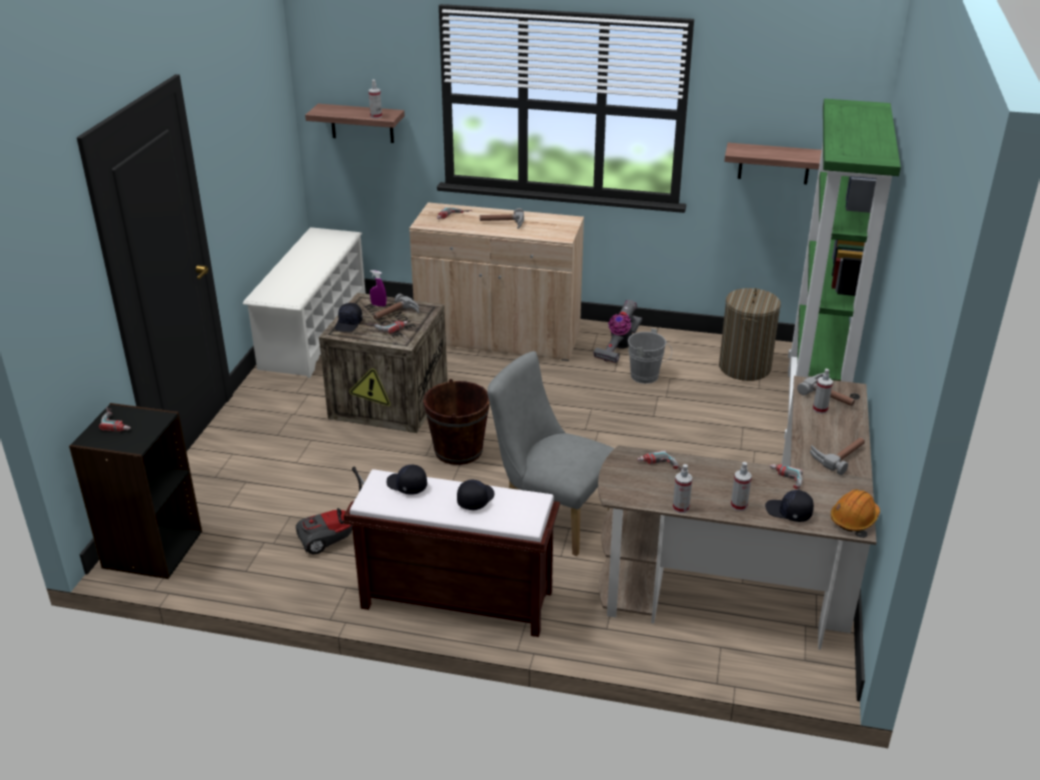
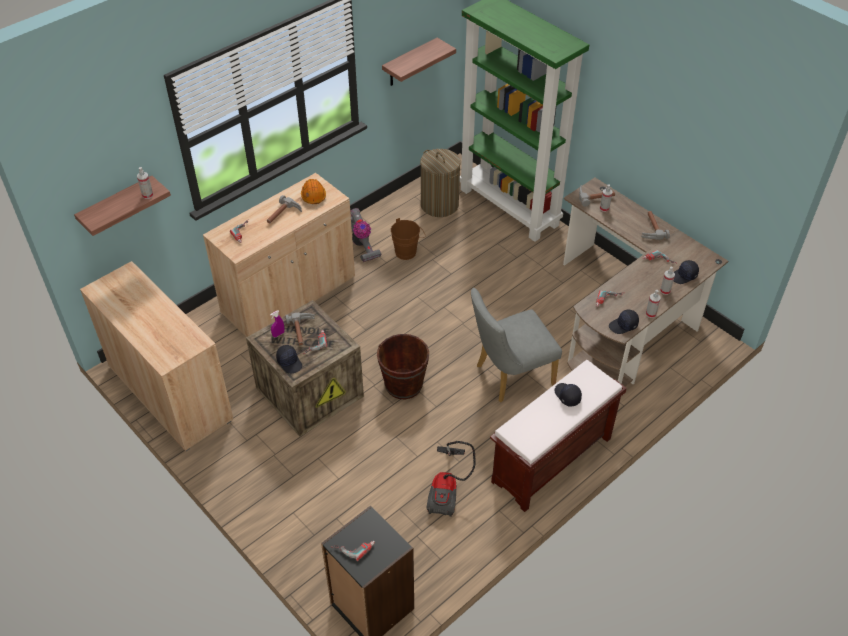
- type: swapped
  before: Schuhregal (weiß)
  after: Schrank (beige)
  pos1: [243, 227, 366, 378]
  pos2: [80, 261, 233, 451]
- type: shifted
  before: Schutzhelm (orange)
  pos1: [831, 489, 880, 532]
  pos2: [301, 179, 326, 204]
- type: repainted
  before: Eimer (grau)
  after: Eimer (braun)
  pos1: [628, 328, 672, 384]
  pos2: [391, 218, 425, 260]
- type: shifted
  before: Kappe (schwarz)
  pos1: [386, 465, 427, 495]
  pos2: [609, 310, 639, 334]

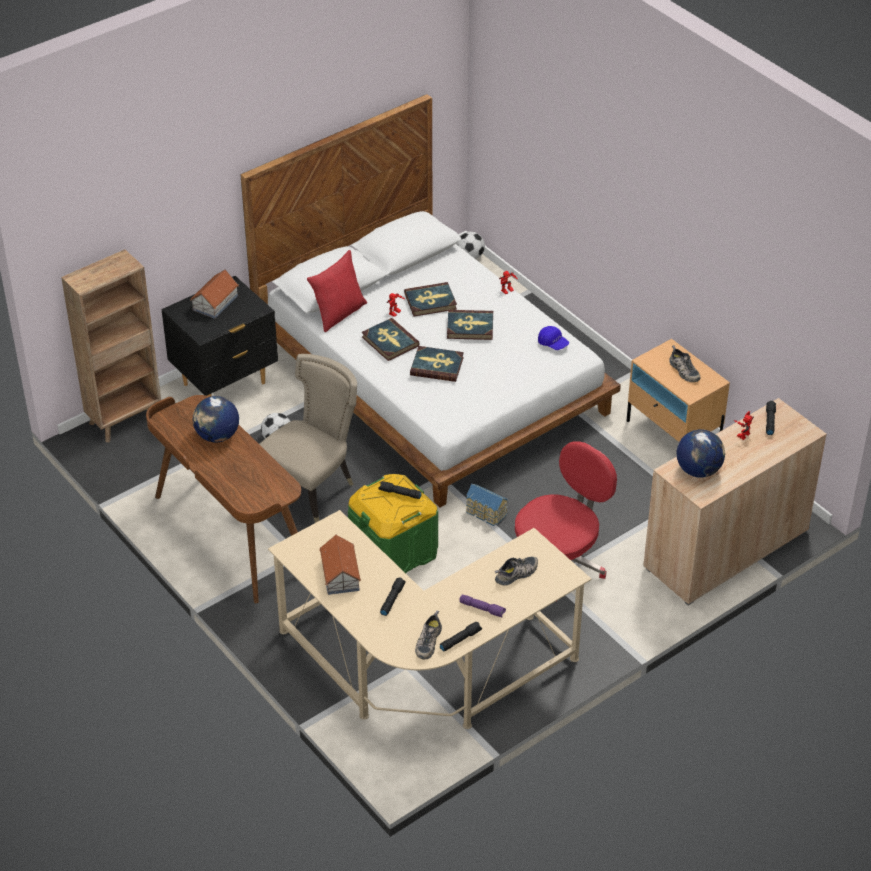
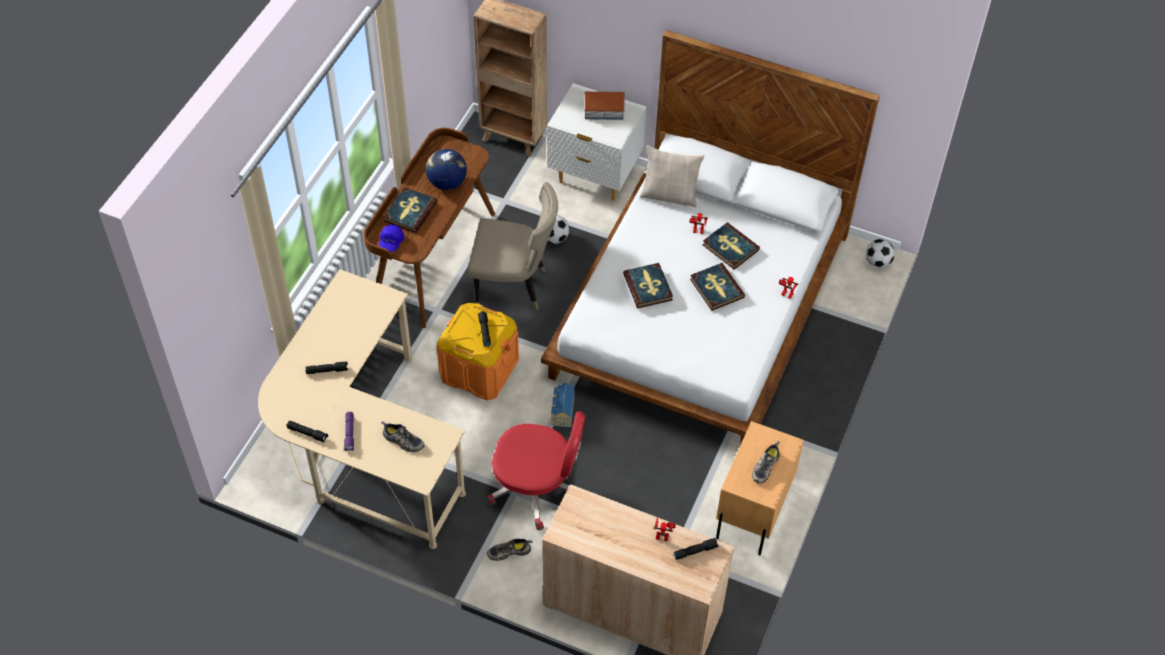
- type: shifted
  before: Kappe (blau)
  pos1: [538, 326, 569, 350]
  pos2: [378, 225, 404, 252]
- type: shifted
  before: Buch
  pos1: [362, 318, 420, 361]
  pos2: [384, 187, 437, 233]
- type: repainted
  before: Aufbewahrungsbox (grün)
  after: Aufbewahrungsbox (orange)
  pos1: [348, 474, 438, 573]
  pos2: [436, 303, 519, 401]
- type: shifted
  before: Schuh
  pos1: [415, 610, 442, 660]
  pos2: [487, 539, 532, 561]
- type: repainted
  before: Nachttisch (schwarz)
  after: Nachttisch (weiß)
  pos1: [161, 276, 278, 397]
  pos2: [547, 83, 646, 201]
- type: repainted
  before: Kissen (rot)
  after: Kissen (beige)
  pos1: [307, 250, 367, 332]
  pos2: [640, 145, 704, 207]
- type: gone
  before: Spielzeughaus
  pos1: [319, 535, 361, 595]
- type: gone
  before: Globus
  pos1: [677, 429, 725, 478]

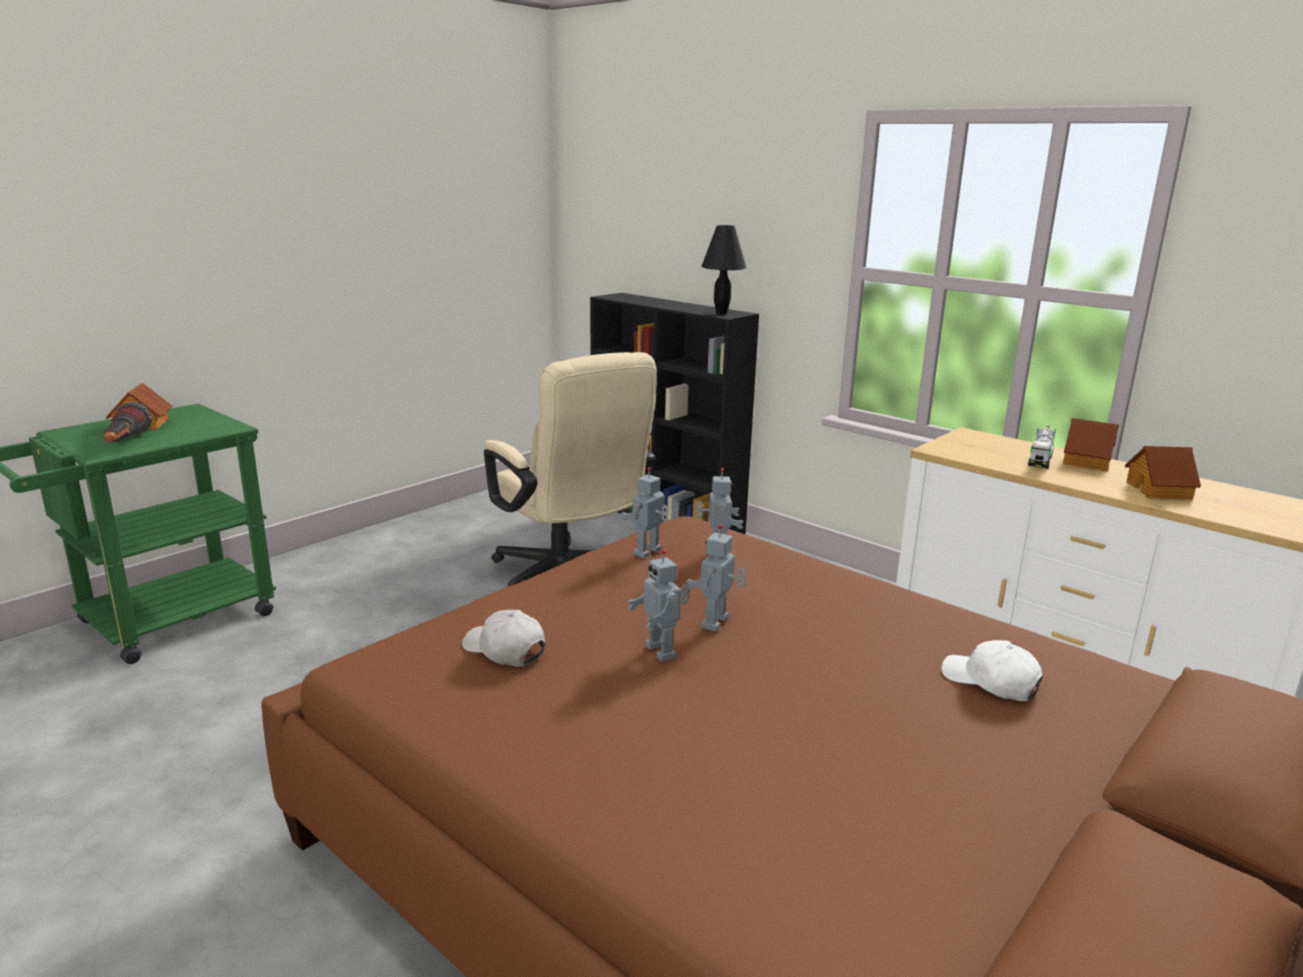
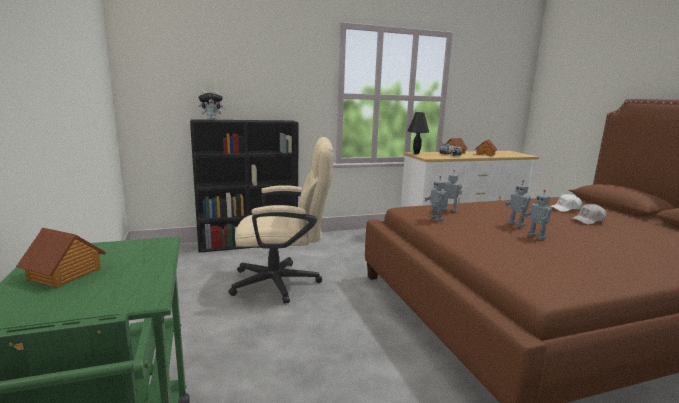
- type: new
  after: Plüschtier
  pos2: [198, 90, 226, 120]
- type: shifted
  before: Tischlampe (schwarz)
  pos1: [701, 225, 746, 315]
  pos2: [408, 112, 429, 154]
- type: rotated
  before: Spielzeugroboter
  pos1: [628, 549, 689, 661]
  pos2: [524, 190, 553, 240]
  turn: 60
- type: shifted
  before: Kappe (weiß)
  pos1: [462, 610, 545, 666]
  pos2: [571, 204, 607, 225]
- type: gone
  before: Taschenlampe
  pos1: [104, 402, 152, 442]

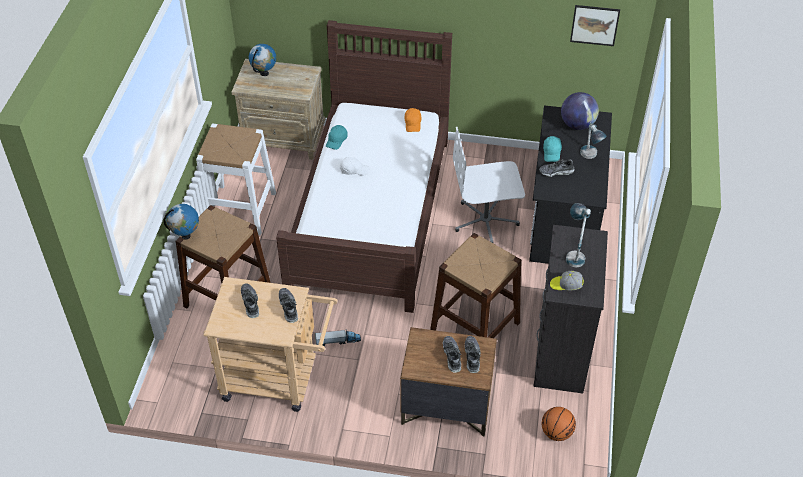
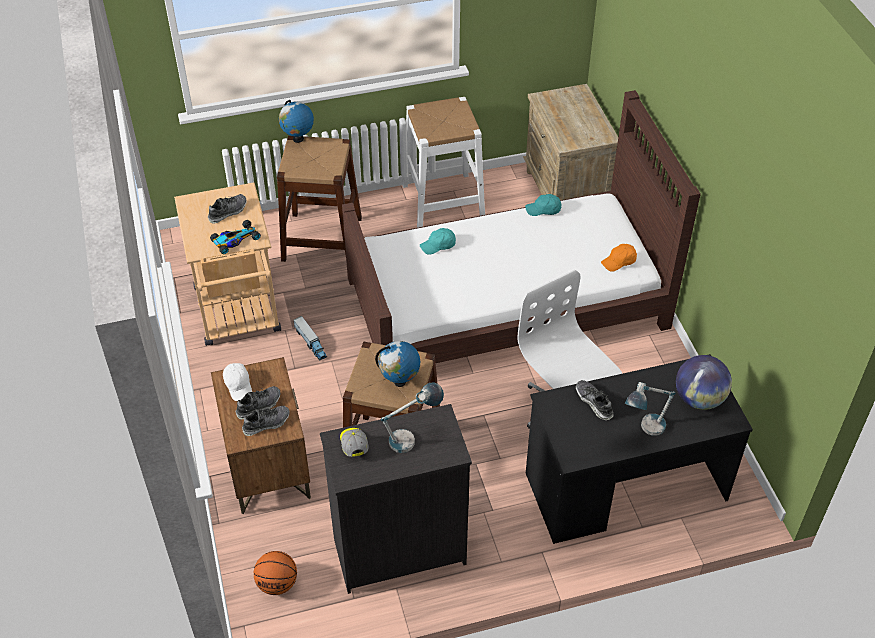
- type: swapped
  before: Schuh
  after: Spielzeugauto
  pos1: [279, 288, 298, 323]
  pos2: [210, 220, 261, 254]
- type: shifted
  before: Kappe (weiß)
  pos1: [340, 157, 369, 176]
  pos2: [223, 363, 252, 401]
- type: shifted
  before: Globus
  pos1: [249, 44, 276, 76]
  pos2: [375, 341, 420, 387]
- type: shifted
  before: Kappe (türkis)
  pos1: [543, 136, 562, 162]
  pos2: [419, 228, 456, 255]
- type: gone
  before: Bild
  pos1: [570, 5, 620, 46]

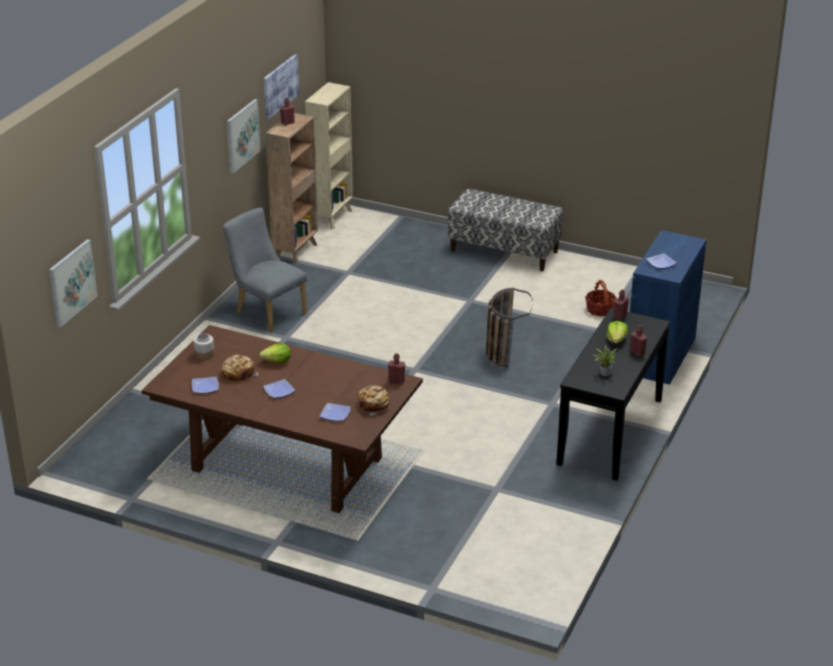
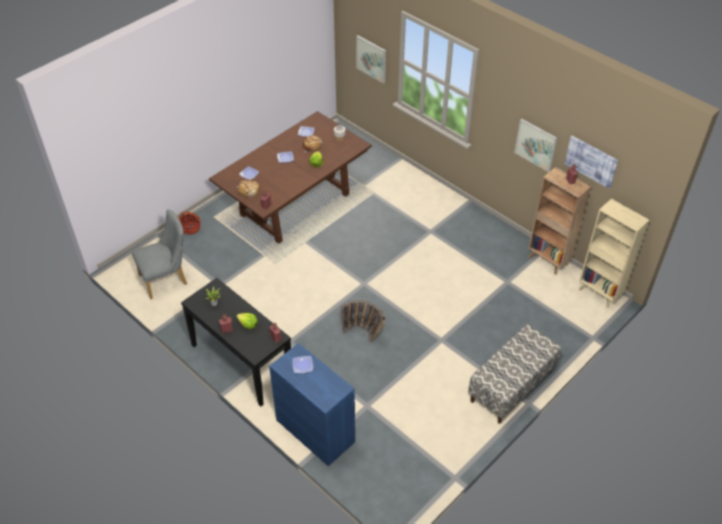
- type: shifted
  before: Stuhl (grau)
  pos1: [223, 208, 307, 333]
  pos2: [132, 209, 187, 299]
- type: shifted
  before: Korb
  pos1: [585, 280, 617, 317]
  pos2: [179, 211, 201, 235]

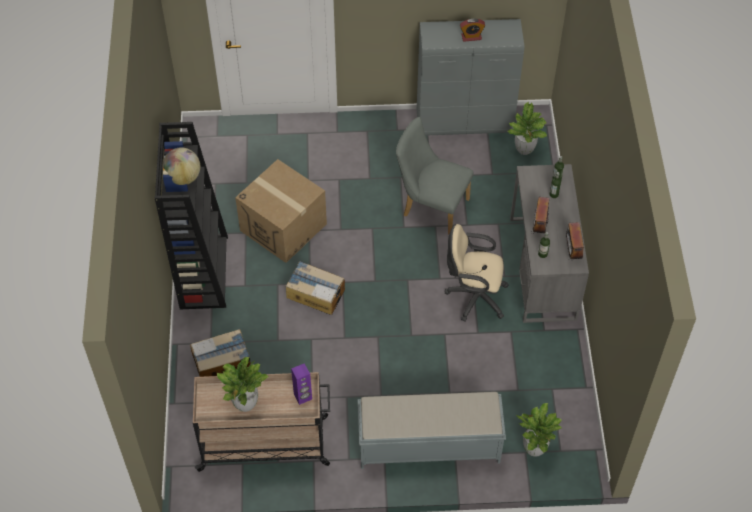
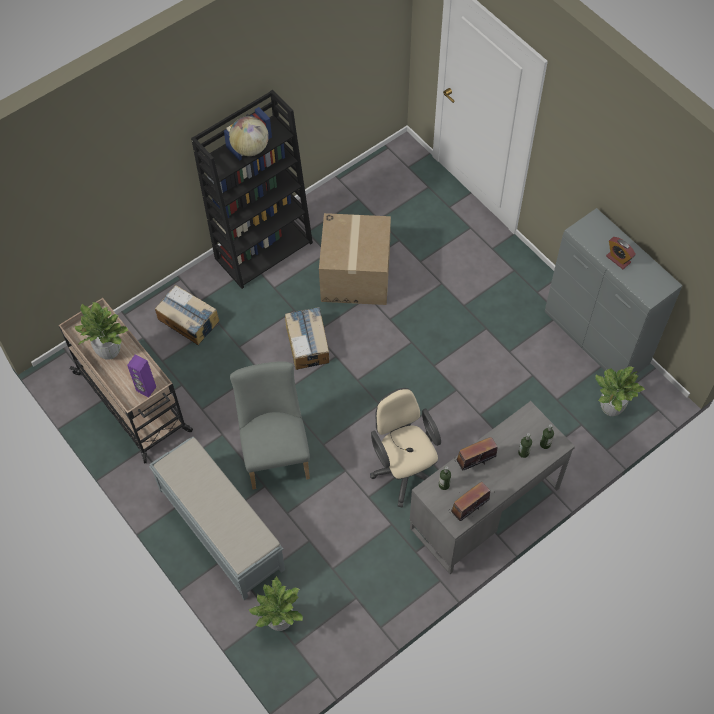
- type: shifted
  before: Stuhl (grau)
  pos1: [396, 117, 473, 234]
  pos2: [230, 361, 310, 489]

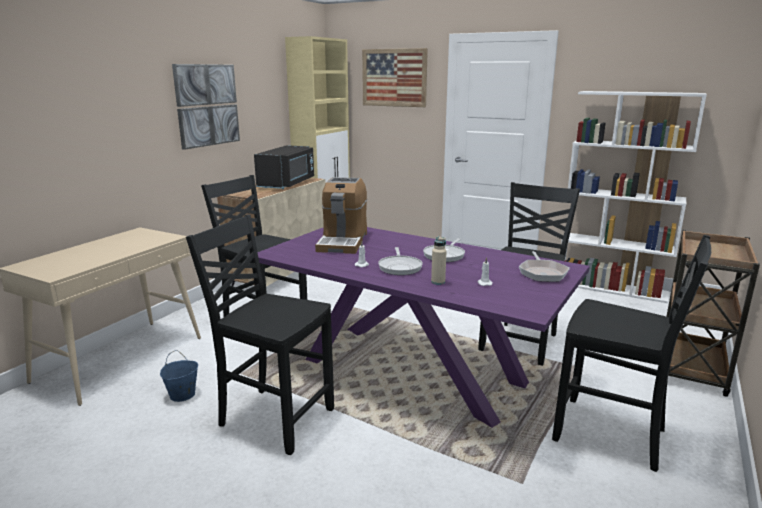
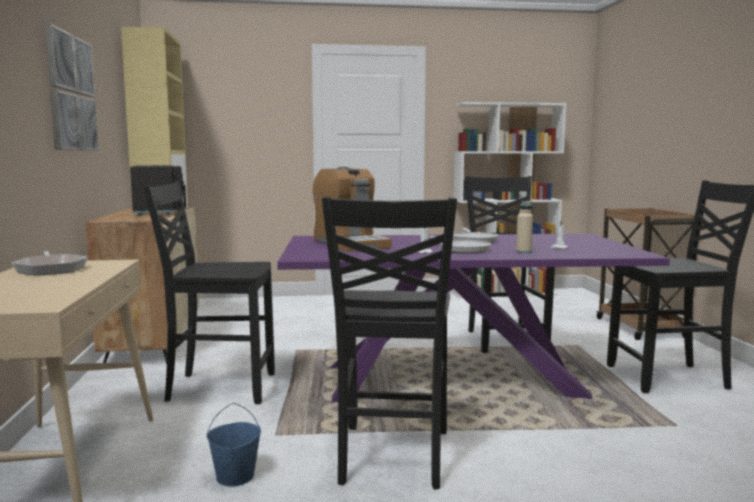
- type: shifted
  before: Pfanne
  pos1: [519, 251, 570, 282]
  pos2: [11, 251, 88, 276]
- type: rotated
  before: Stuhl (schwarz)
  pos1: [186, 214, 334, 455]
  pos2: [322, 197, 457, 490]
  turn: -75
- type: gone
  before: Bild
  pos1: [362, 48, 428, 107]

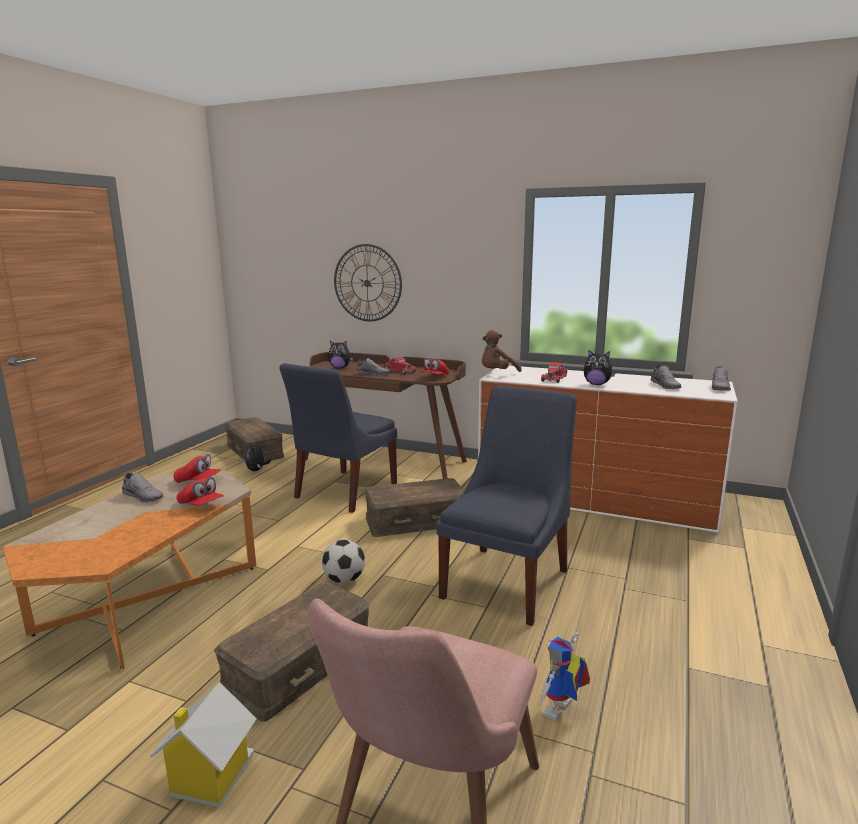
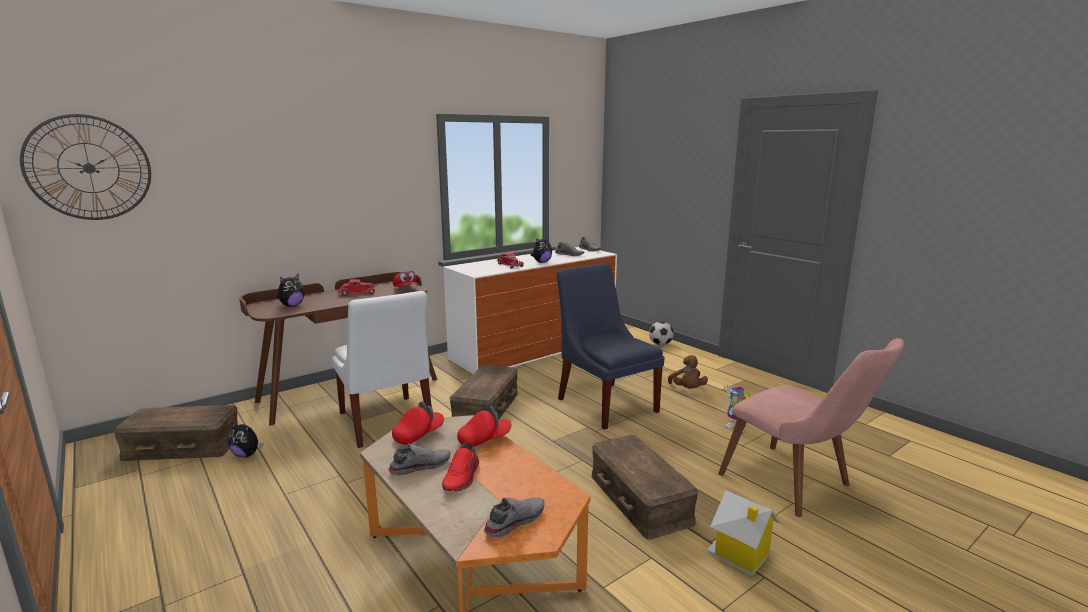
- type: shifted
  before: Wanduhr
  pos1: [334, 244, 402, 321]
  pos2: [20, 114, 151, 220]
- type: repainted
  before: Stuhl (blau)
  after: Stuhl (weiß)
  pos1: [279, 363, 397, 513]
  pos2: [332, 291, 432, 448]
- type: new
  after: Schuh (rot)
  pos2: [442, 442, 479, 492]
- type: shifted
  before: Schuh (grau)
  pos1: [355, 358, 391, 376]
  pos2: [484, 497, 545, 538]
- type: shifted
  before: Fußball
  pos1: [322, 539, 365, 583]
  pos2: [649, 321, 674, 345]
- type: shifted
  before: Plüschtier (braun)
  pos1: [482, 330, 522, 372]
  pos2: [668, 355, 708, 389]

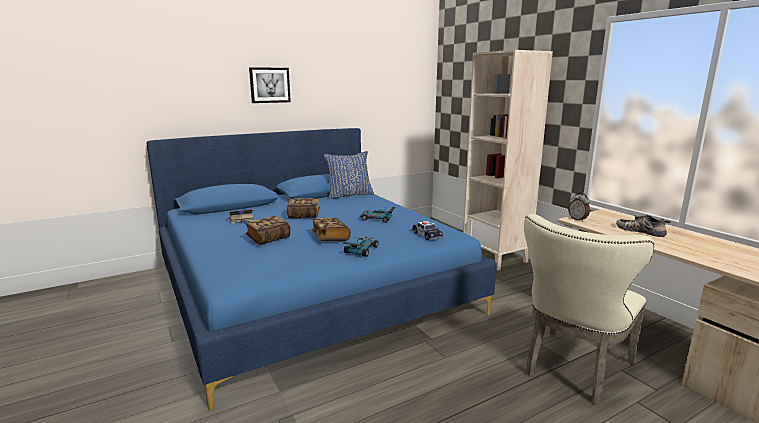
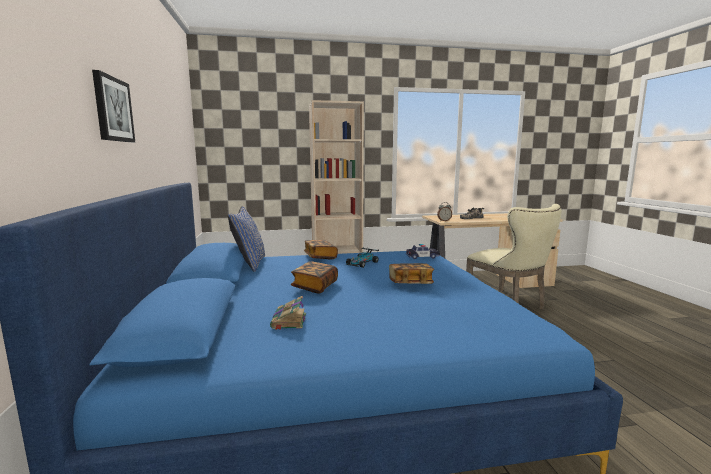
- type: shifted
  before: Buch
  pos1: [245, 216, 290, 245]
  pos2: [304, 240, 338, 259]
- type: gone
  before: Spielzeugauto
  pos1: [343, 236, 379, 257]

